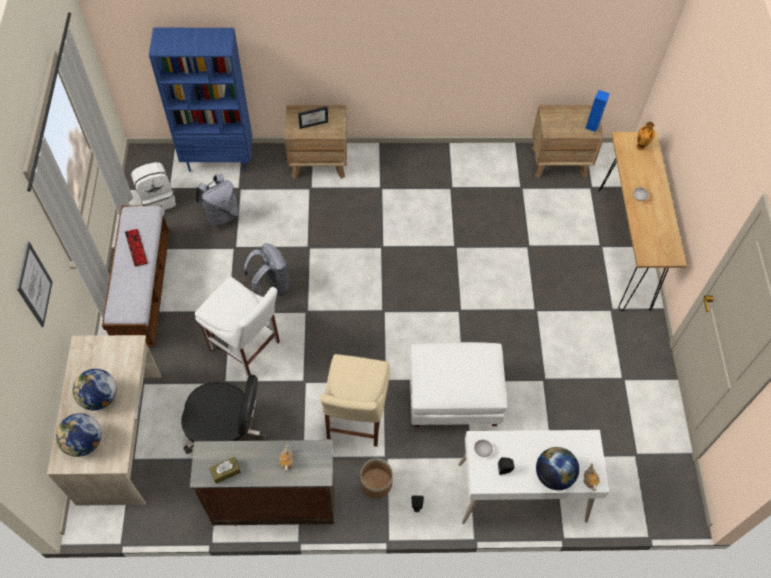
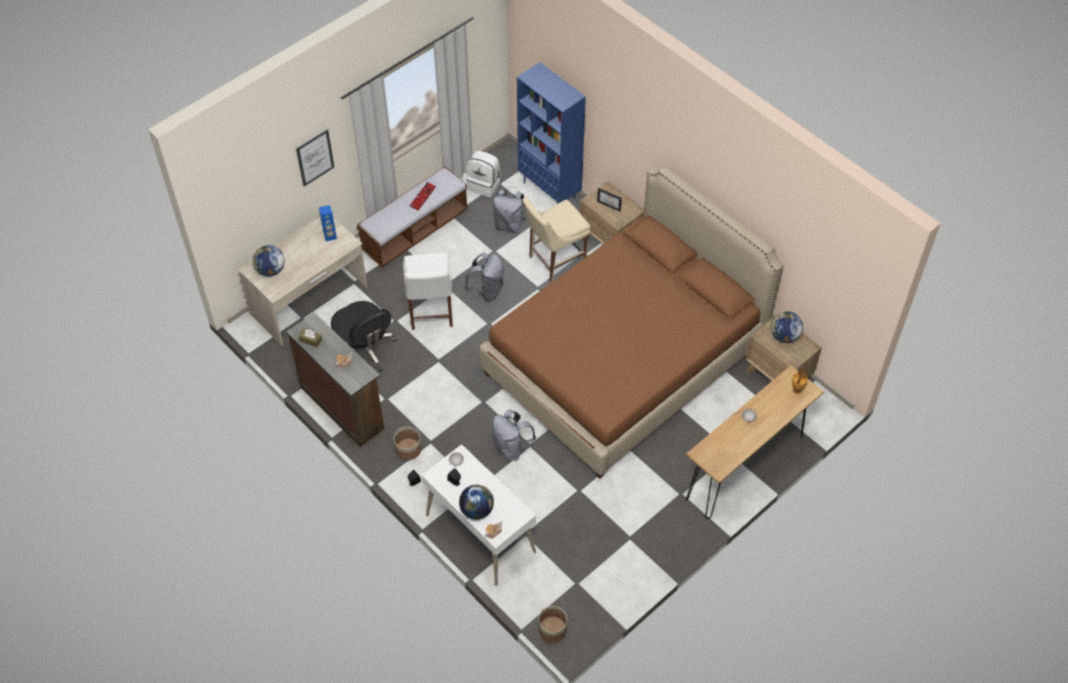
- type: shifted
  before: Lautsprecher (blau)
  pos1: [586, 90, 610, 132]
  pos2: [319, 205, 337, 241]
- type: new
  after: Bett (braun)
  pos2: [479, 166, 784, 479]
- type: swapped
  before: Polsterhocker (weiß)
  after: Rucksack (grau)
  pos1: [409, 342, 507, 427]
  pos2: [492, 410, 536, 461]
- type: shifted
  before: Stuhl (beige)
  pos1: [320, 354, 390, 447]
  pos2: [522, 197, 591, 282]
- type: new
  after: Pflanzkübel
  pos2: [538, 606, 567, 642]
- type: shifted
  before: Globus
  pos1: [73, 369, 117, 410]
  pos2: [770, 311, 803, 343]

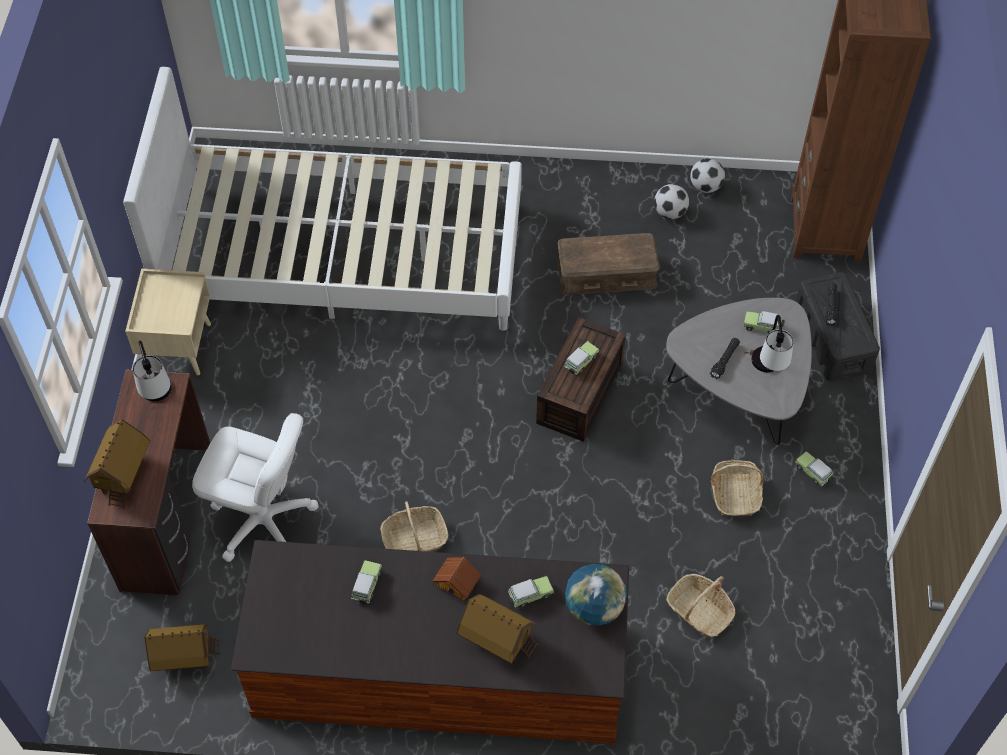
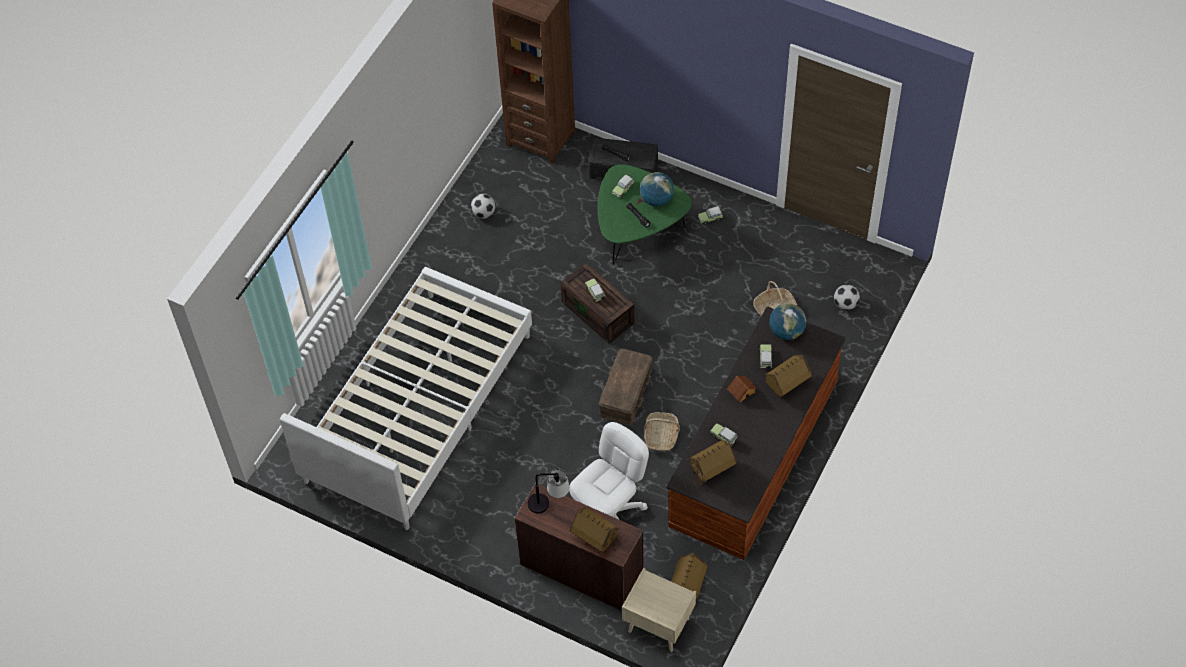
- type: repainted
  before: Couchtisch (grau)
  after: Couchtisch (grün)
  pos1: [666, 298, 812, 445]
  pos2: [598, 164, 692, 264]
- type: shifted
  before: Aufbewahrungsbox (braun)
  pos1: [557, 233, 660, 295]
  pos2: [599, 349, 652, 425]
- type: shifted
  before: Nachttisch (beige)
  pos1: [125, 268, 211, 375]
  pos2: [622, 568, 696, 652]
- type: swapped
  before: Tischlampe
  after: Globus
  pos1: [752, 315, 794, 372]
  pos2: [640, 172, 674, 206]
- type: new
  after: Spielzeughaus
  pos2: [687, 440, 737, 489]
- type: shifted
  before: Fußball
  pos1: [690, 158, 725, 193]
  pos2: [834, 284, 860, 310]
- type: gone
  before: Korb
  pos1: [711, 460, 764, 516]

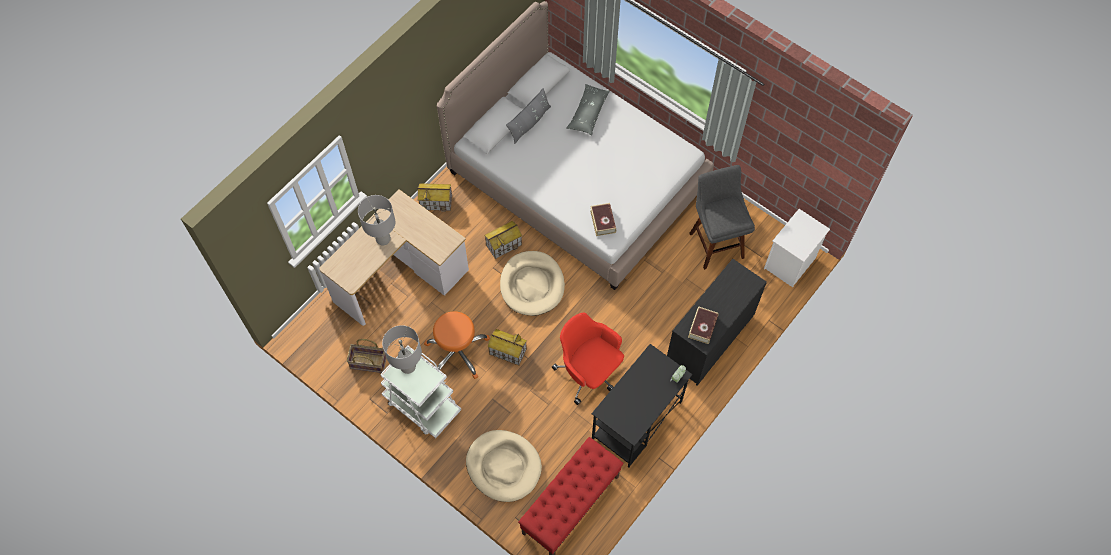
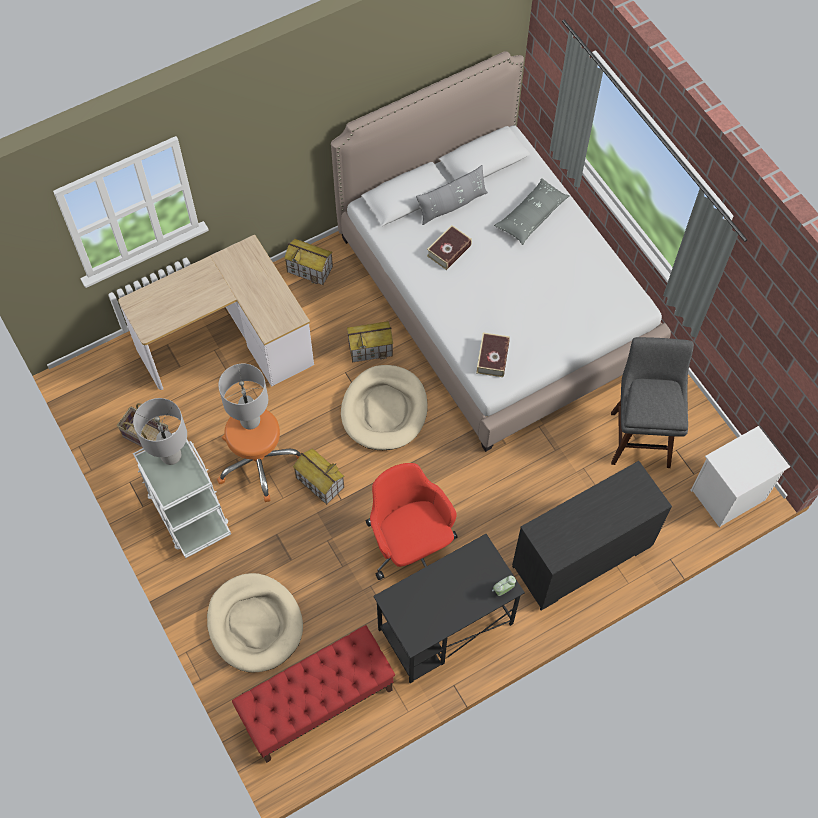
- type: shifted
  before: Tischlampe (grau)
  pos1: [358, 195, 395, 245]
  pos2: [218, 364, 268, 429]
- type: shifted
  before: Buch
  pos1: [688, 306, 719, 344]
  pos2: [427, 225, 472, 270]

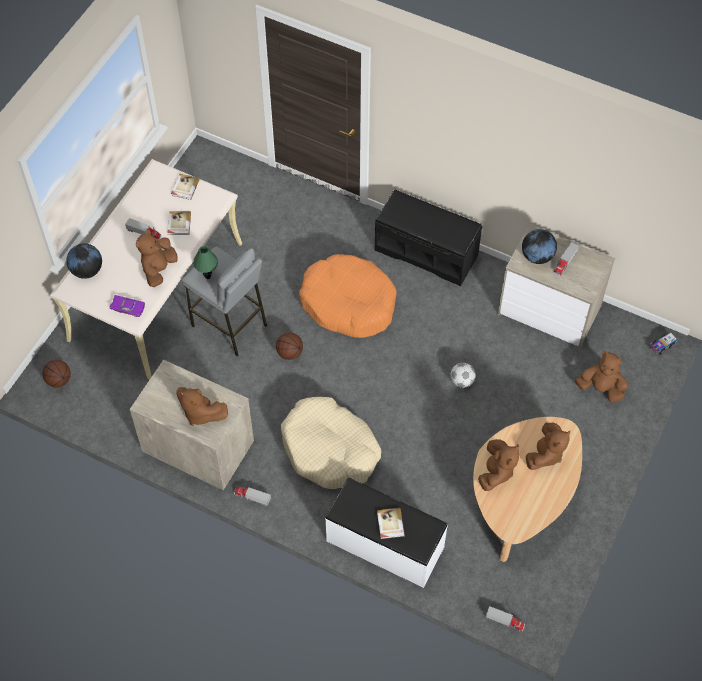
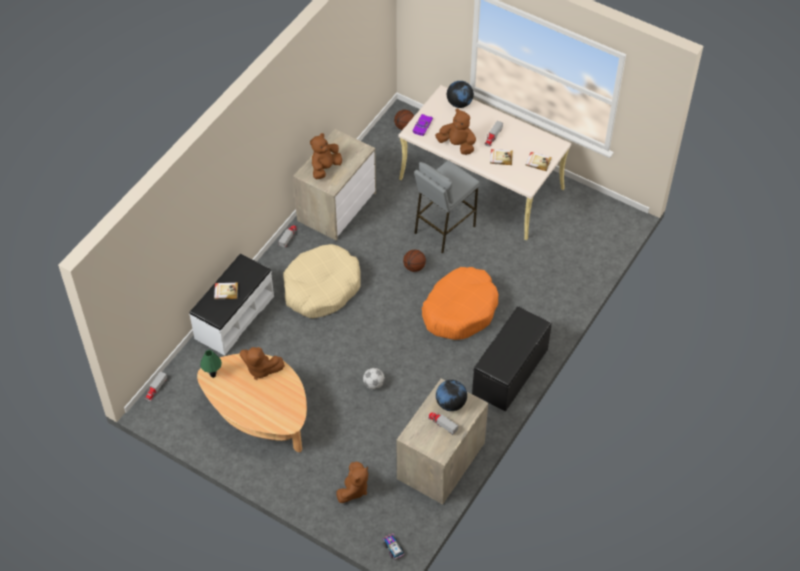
- type: shifted
  before: Tischlampe (grün)
  pos1: [193, 246, 218, 279]
  pos2: [200, 350, 222, 378]
- type: gone
  before: Plüschtier (braun)
  pos1: [526, 422, 570, 470]

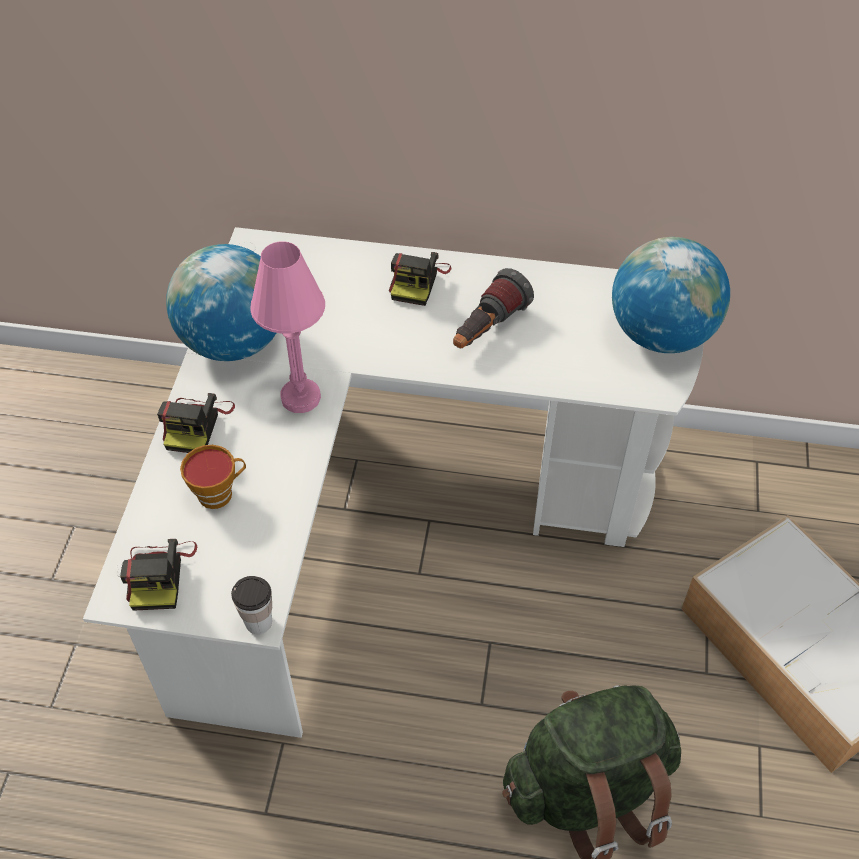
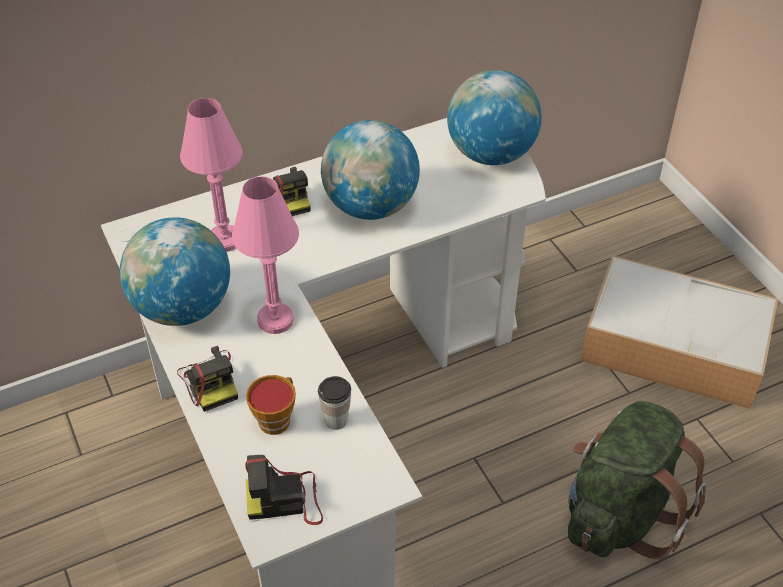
- type: new
  after: Tischlampe (rosa)
  pos2: [180, 98, 243, 252]
- type: rotated
  before: Kamera
  pos1: [120, 539, 197, 611]
  pos2: [246, 455, 323, 525]
  turn: 120
- type: shifted
  before: Tasse
  pos1: [231, 576, 272, 634]
  pos2: [318, 376, 351, 430]
- type: swapped
  before: Taschenlampe
  after: Globus
  pos1: [453, 268, 534, 349]
  pos2: [321, 120, 420, 220]

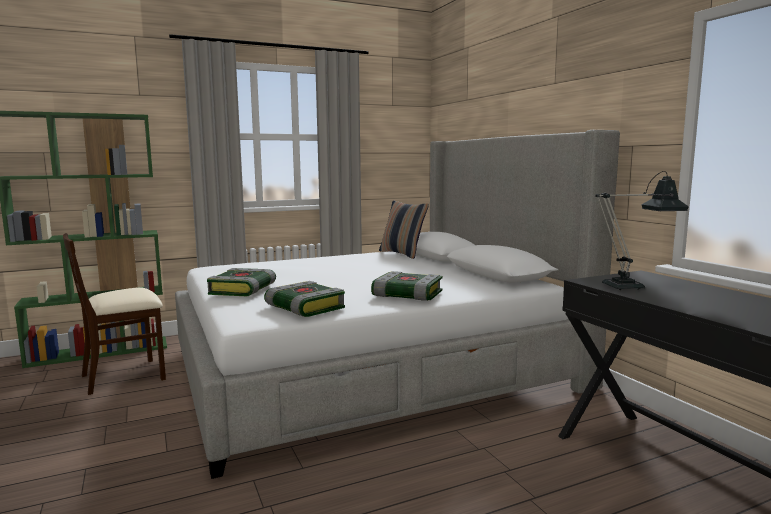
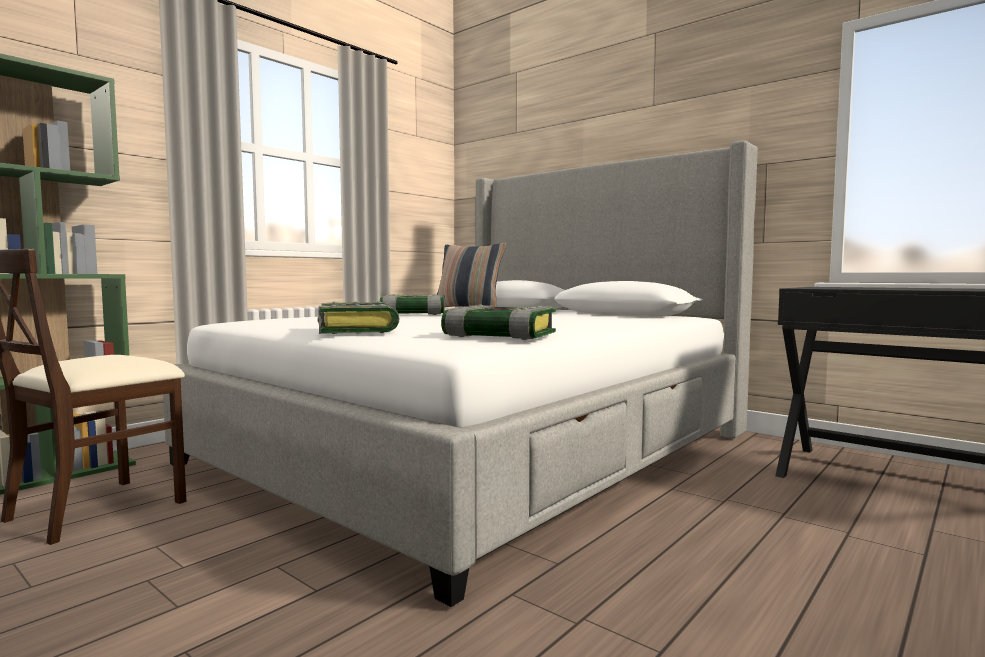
- type: shifted
  before: Buch
  pos1: [371, 271, 443, 301]
  pos2: [380, 294, 445, 315]
- type: gone
  before: Tischlampe
  pos1: [595, 171, 689, 290]

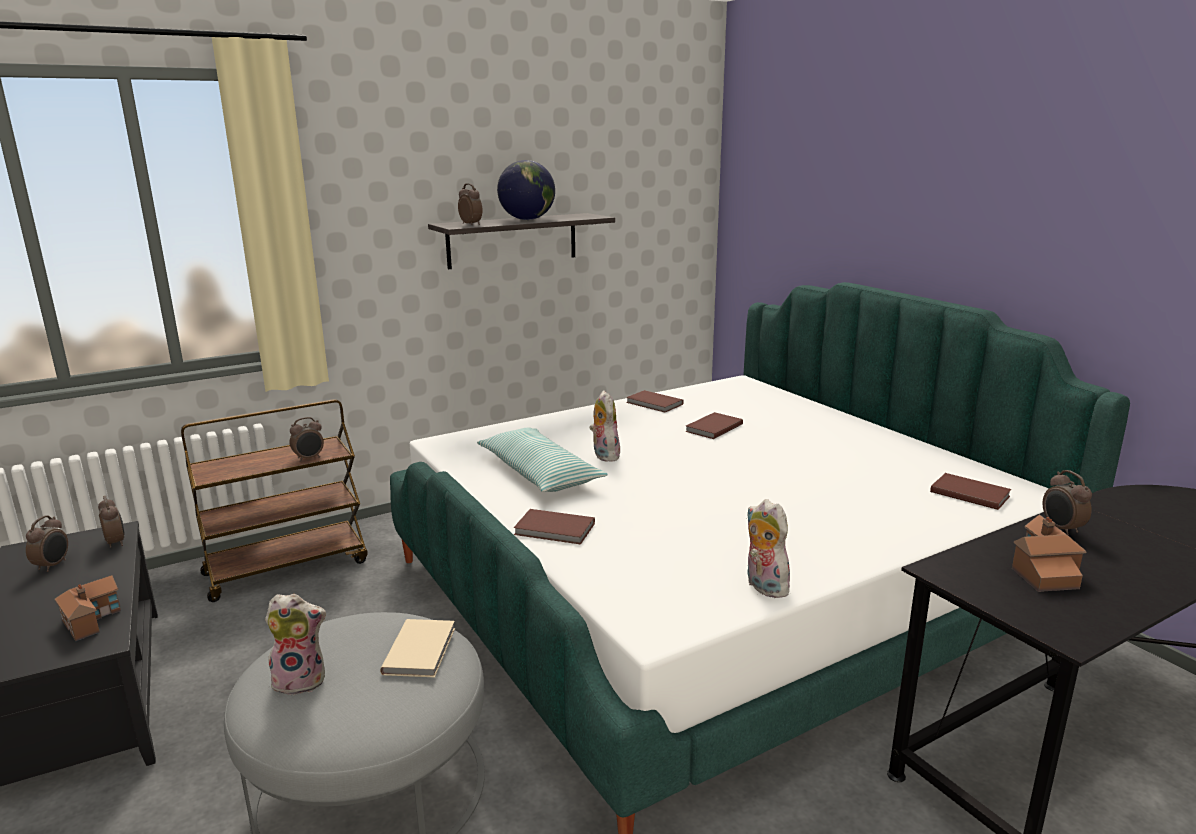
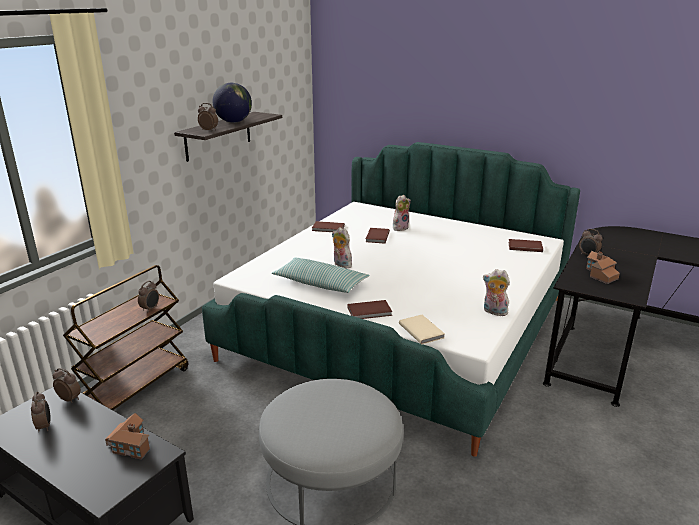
- type: shifted
  before: Plüschtier
  pos1: [265, 594, 326, 696]
  pos2: [393, 195, 411, 231]
- type: shifted
  before: Buch (beige)
  pos1: [380, 619, 455, 677]
  pos2: [399, 315, 445, 344]

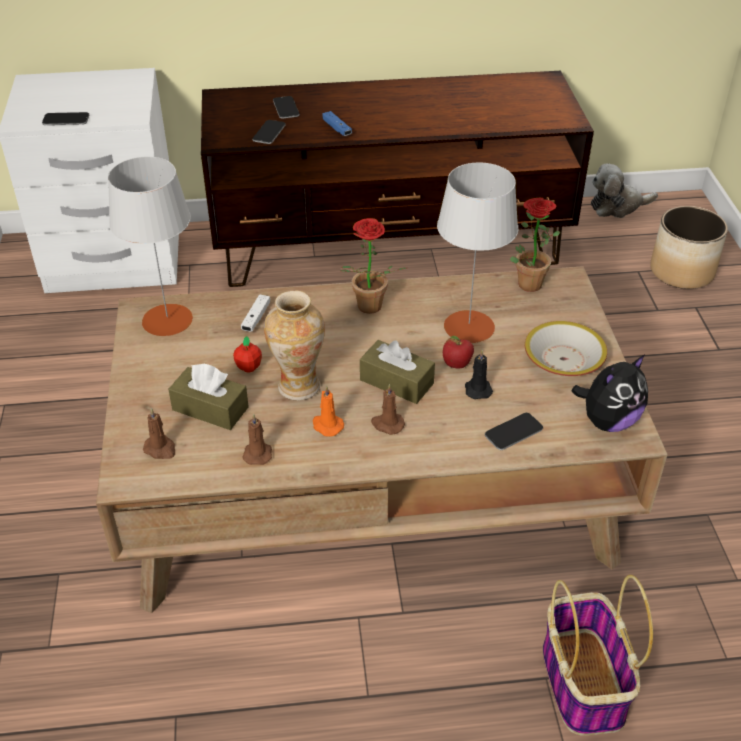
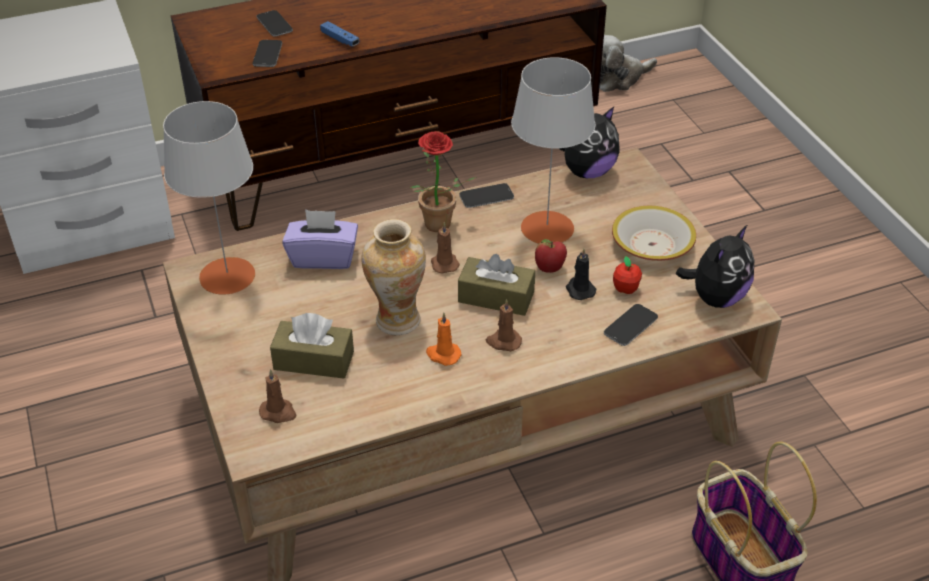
- type: swapped
  before: Gamepad (weiß)
  after: Taschentuchbox (lila)
  pos1: [241, 294, 270, 332]
  pos2: [282, 210, 358, 269]
- type: shifted
  before: Kerze (braun)
  pos1: [242, 413, 272, 465]
  pos2: [431, 222, 460, 274]
- type: shifted
  before: Handy
  pos1: [42, 112, 89, 125]
  pos2: [459, 183, 514, 208]
- type: swapped
  before: Topfpflanze
  after: Plüschtier
  pos1: [510, 198, 561, 292]
  pos2: [559, 107, 619, 178]
- type: shifted
  before: Apfel
  pos1: [233, 336, 262, 373]
  pos2: [613, 256, 642, 294]
- type: gone
  before: Pflanzkübel
  pos1: [650, 206, 728, 289]

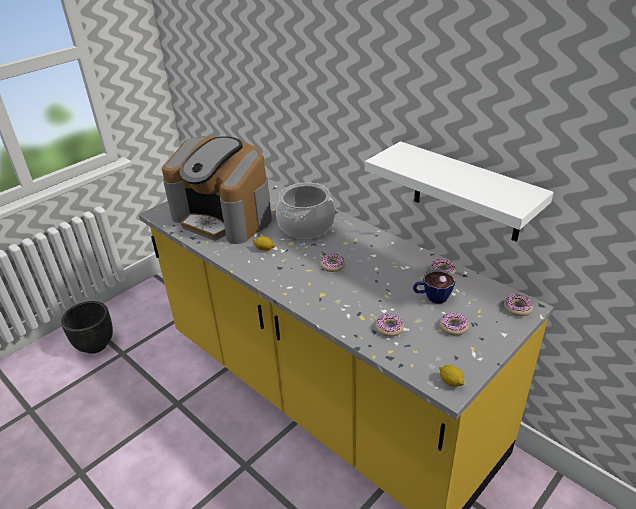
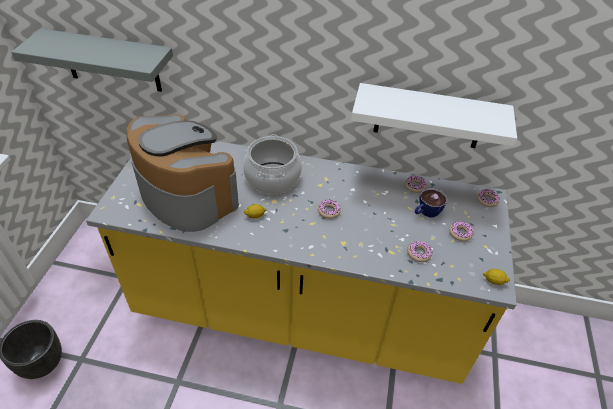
- type: new
  after: Wandregal (grau)
  pos2: [11, 29, 173, 92]
- type: rotated
  before: Kaffeemaschine
  pos1: [162, 136, 272, 244]
  pos2: [127, 114, 239, 232]
  turn: -135

